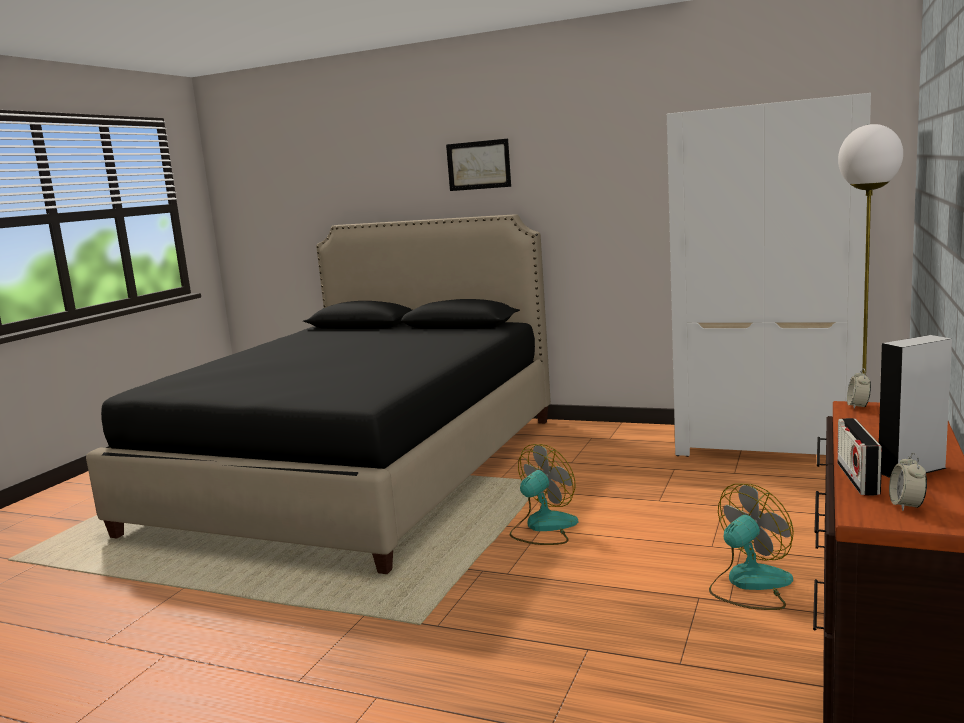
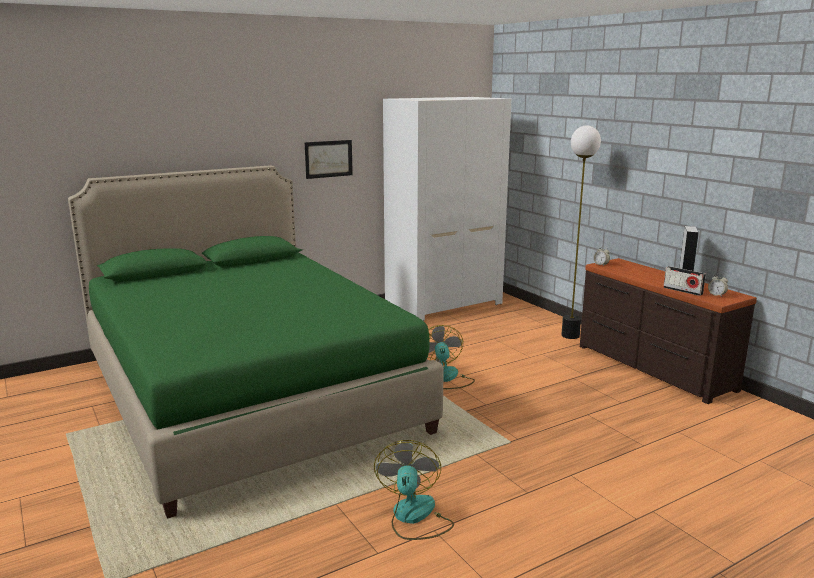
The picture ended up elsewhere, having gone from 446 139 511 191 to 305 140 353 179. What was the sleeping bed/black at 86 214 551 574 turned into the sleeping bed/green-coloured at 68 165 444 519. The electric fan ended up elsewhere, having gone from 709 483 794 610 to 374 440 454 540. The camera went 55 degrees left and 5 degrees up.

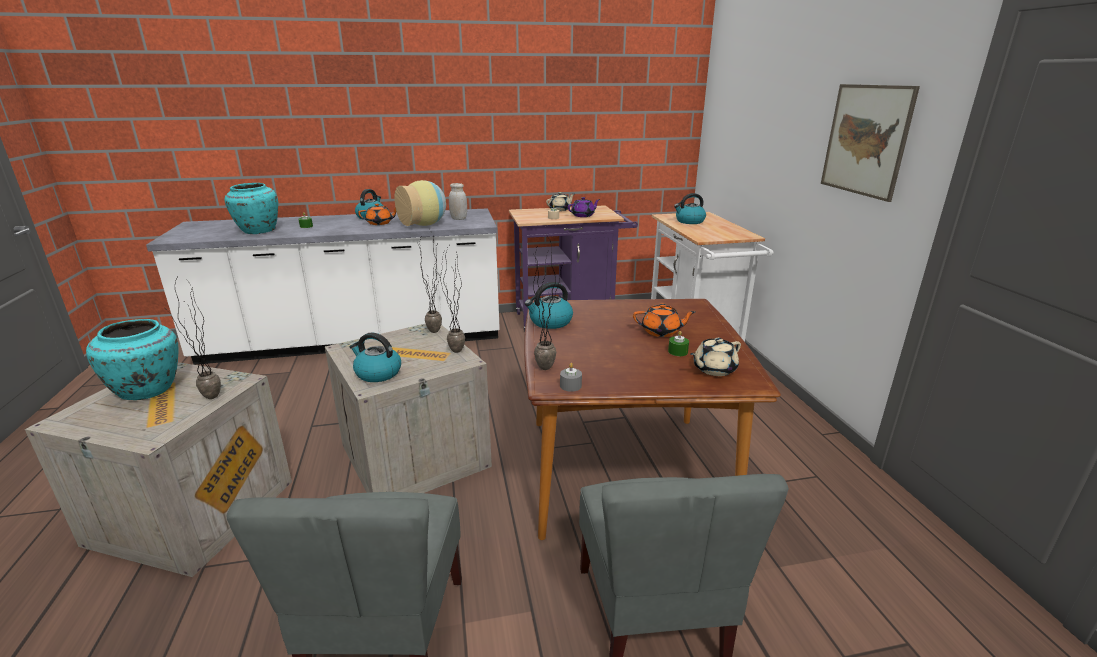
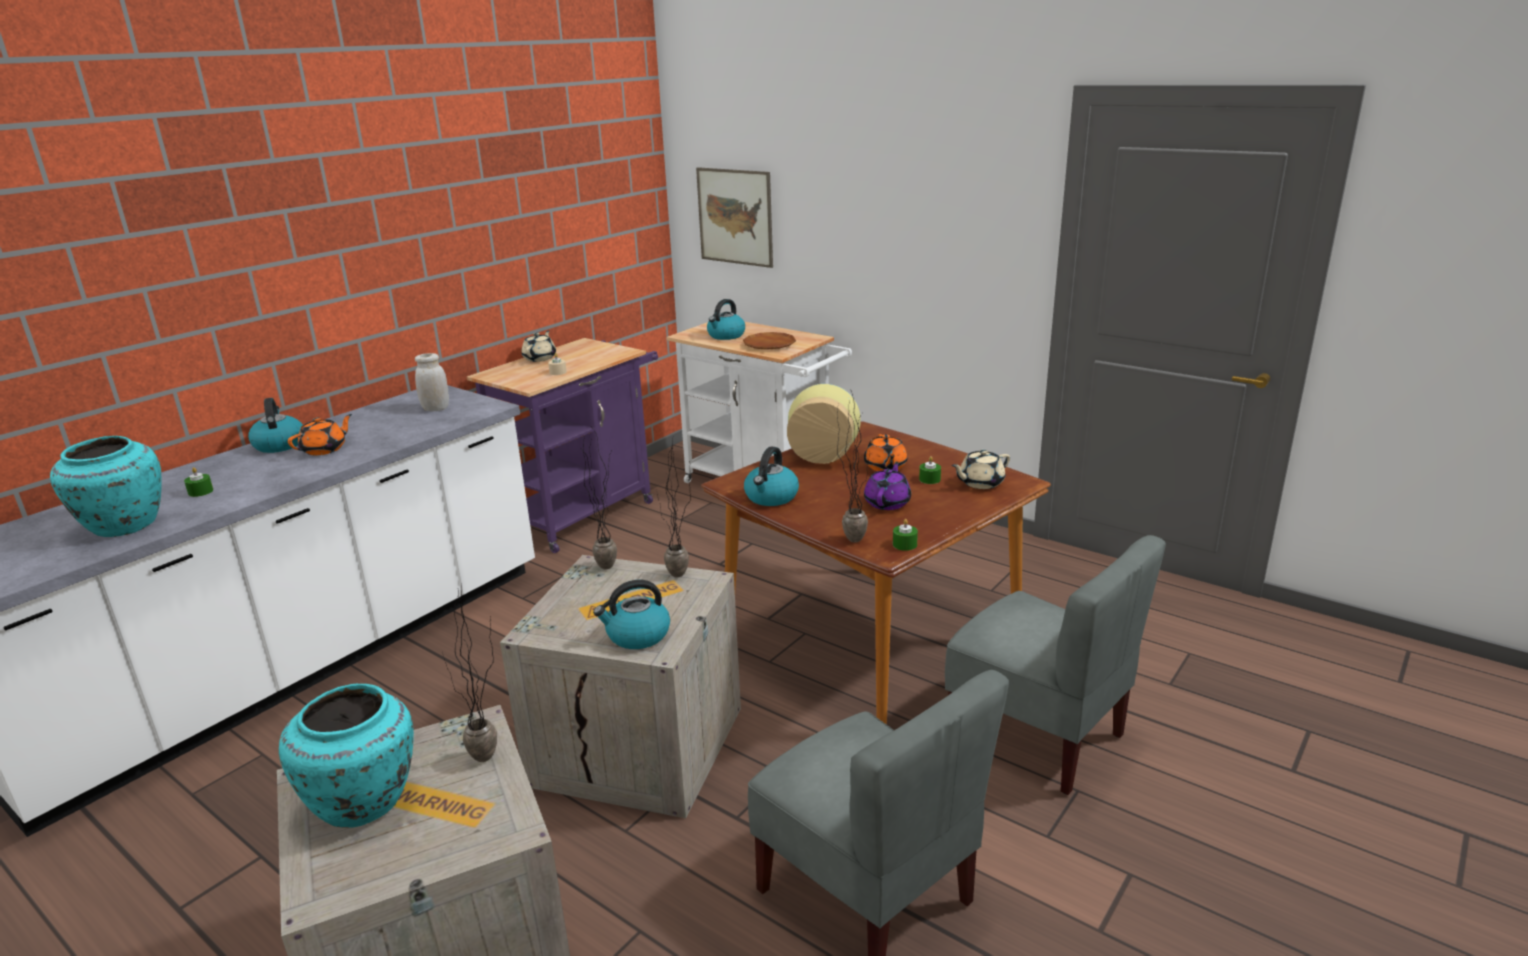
The picture ended up elsewhere, having gone from 821 84 920 202 to 696 167 773 268. The flower vase ended up elsewhere, having gone from 394 180 446 226 to 787 384 861 464. The pot for tea/purple-coloured ended up elsewhere, having gone from 568 197 600 217 to 864 462 911 510. The pot for tea/orange-coloured at 633 304 695 337 ended up facing another way, 120 degrees clockwise from before. The pot for tea/beige-coloured at 691 338 741 376 ended up facing another way, 45 degrees clockwise from before. What was the wax candle/grey at 560 363 582 392 turned into the wax candle/green-coloured at 893 519 918 551. The second view gained the flat dish/brown at 743 332 796 350. The camera went 40 degrees left and 0 degrees up.

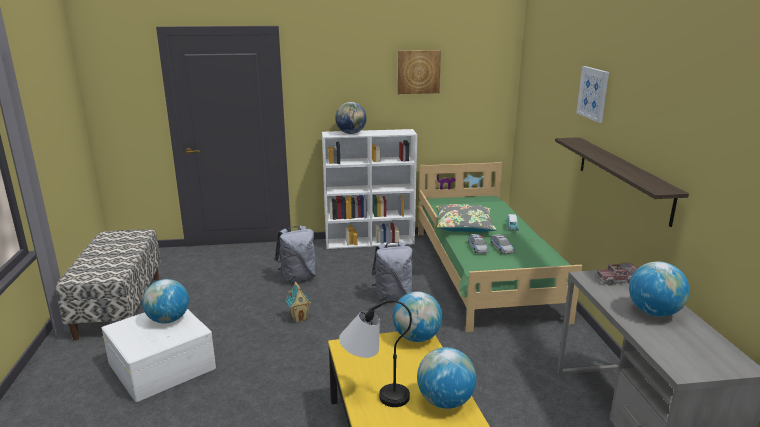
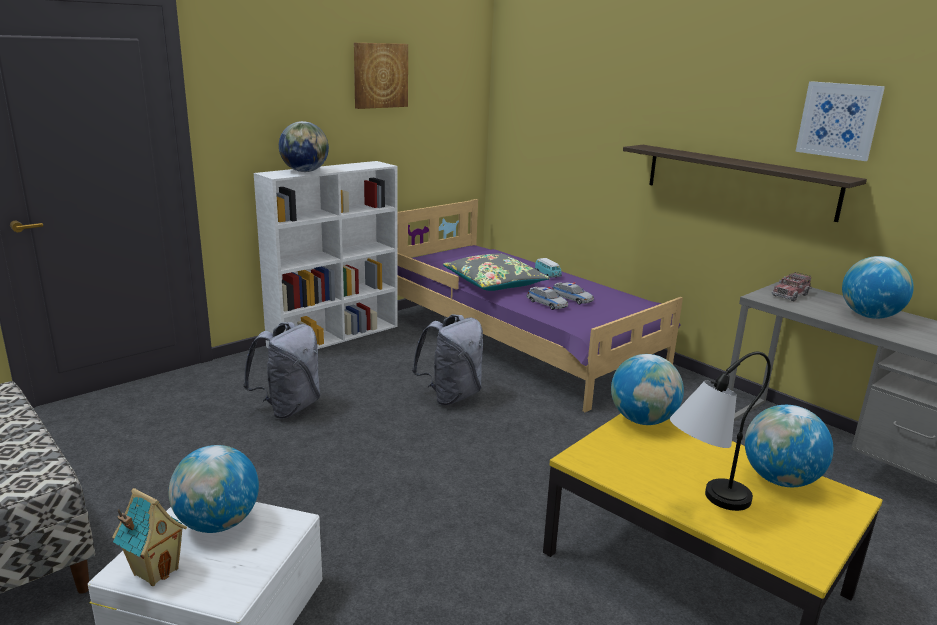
The picture ended up elsewhere, having gone from 576 66 609 123 to 795 81 885 161. What was the sleeping bed/green-coloured at 418 162 582 332 turned into the sleeping bed/purple-coloured at 397 199 683 412. The toy house ended up elsewhere, having gone from 286 282 312 322 to 112 488 187 586. The camera went 35 degrees left and 0 degrees up.

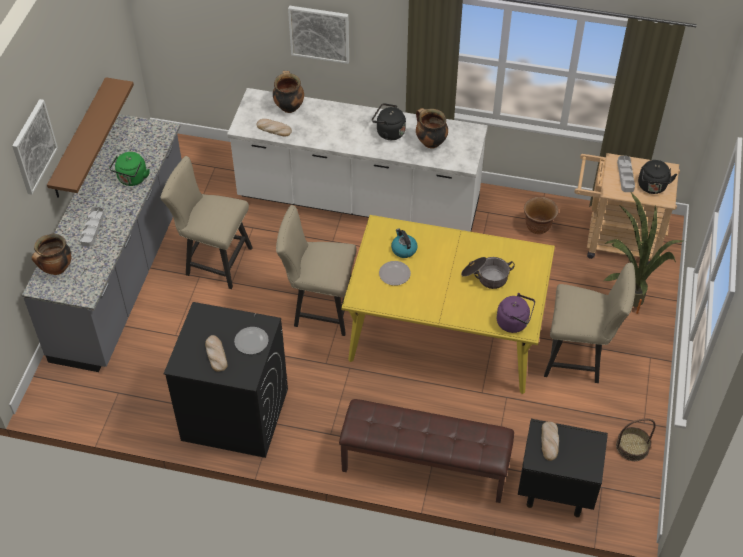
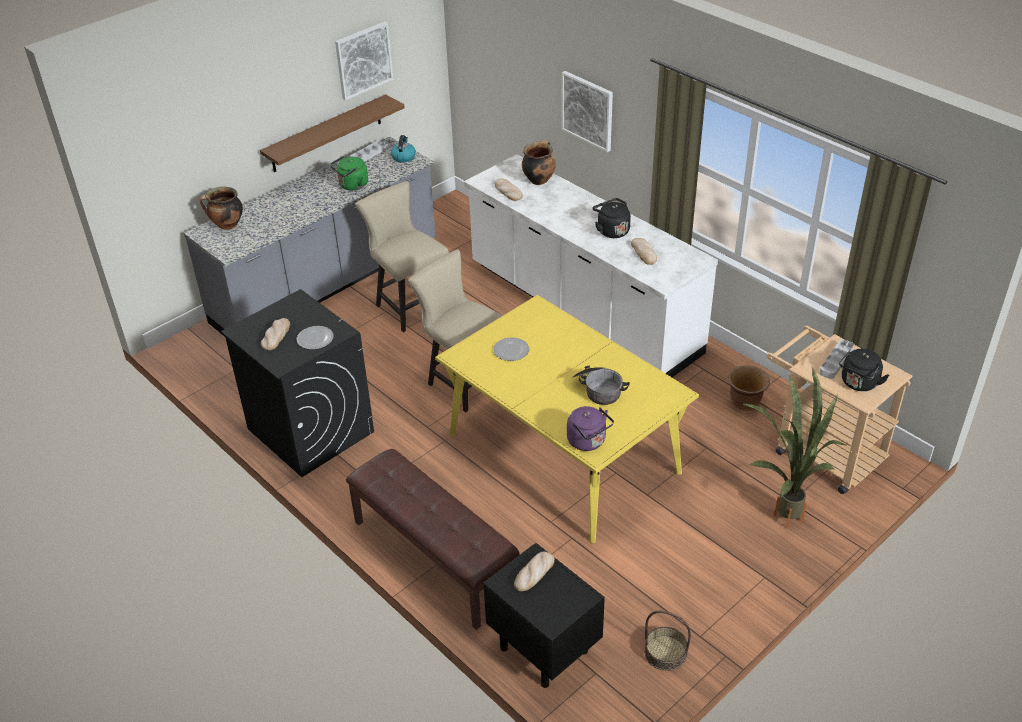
The picture ended up elsewhere, having gone from 12 99 58 194 to 335 21 393 100. Where the stockpot stood at 416 108 448 149, the bread came to stand at 631 238 657 265. The carrying tray/grey ended up elsewhere, having gone from 80 207 105 247 to 350 140 388 162. The kettle ended up elsewhere, having gone from 391 228 418 258 to 391 135 416 163. The second view lost the plain chair/beige-coloured at 544 263 636 383. The camera went 35 degrees right and 10 degrees down.

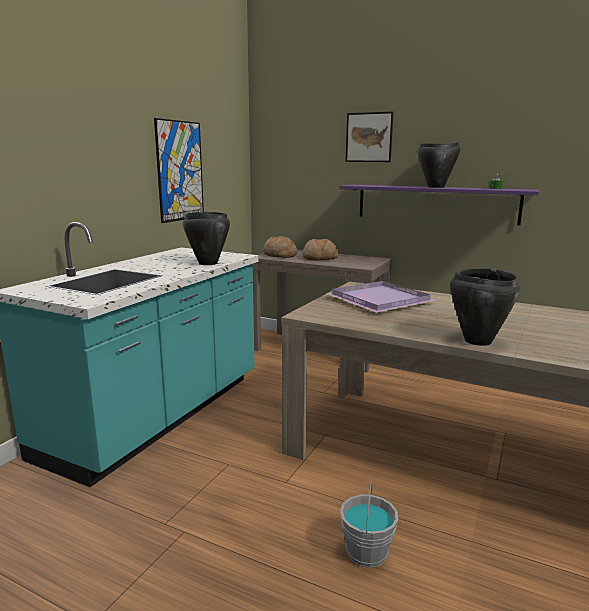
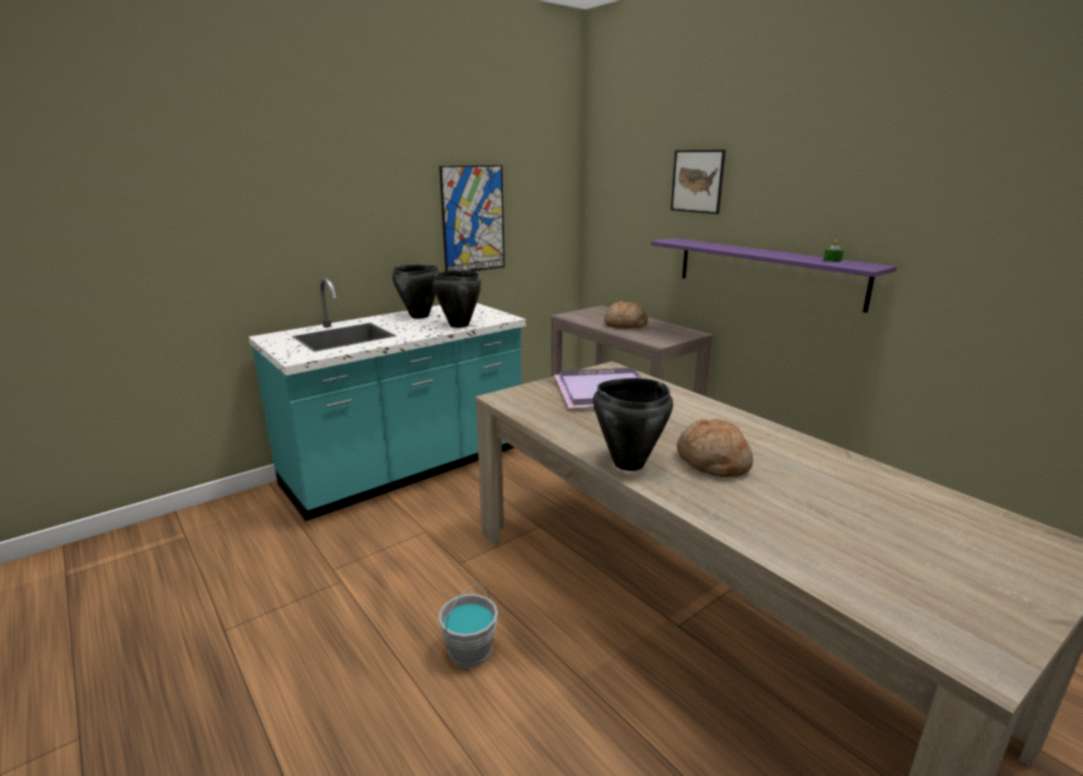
The stockpot/black ended up elsewhere, having gone from 418 142 460 188 to 392 265 440 319. The bread ended up elsewhere, having gone from 263 236 297 258 to 677 419 753 477. The camera went 25 degrees right and 5 degrees up.

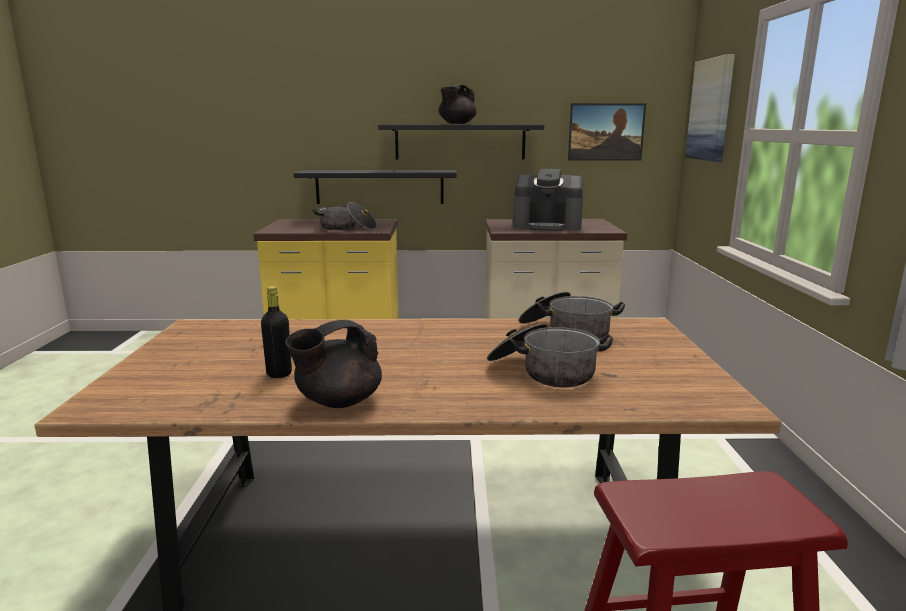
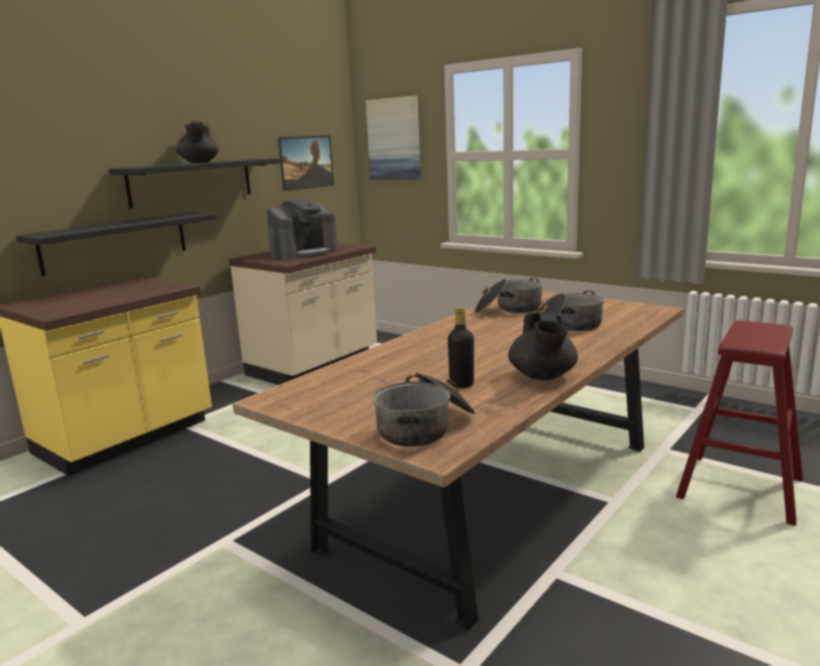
The stockpot ended up elsewhere, having gone from 313 202 377 231 to 373 373 475 447. The camera went 50 degrees left and 0 degrees up.

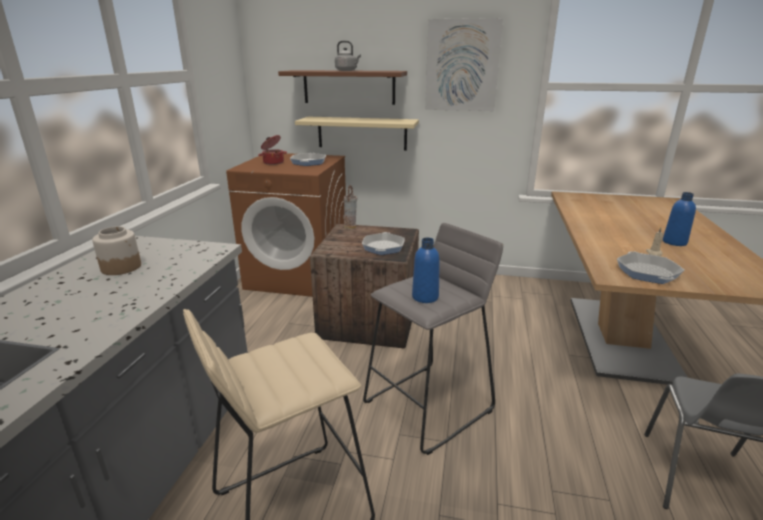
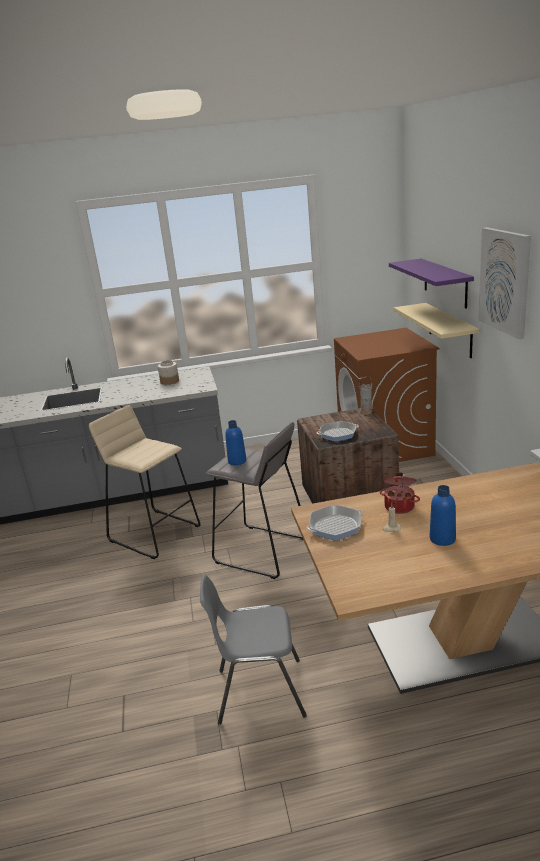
The second view lost the kettle/grey at 335 41 361 71. What was the shelf/brown at 278 70 407 105 turned into the shelf/purple-coloured at 389 259 474 308. The stockpot ended up elsewhere, having gone from 258 135 287 165 to 380 472 420 514. The second view lost the skillet at 290 153 326 166. The camera went 70 degrees right and 0 degrees up.

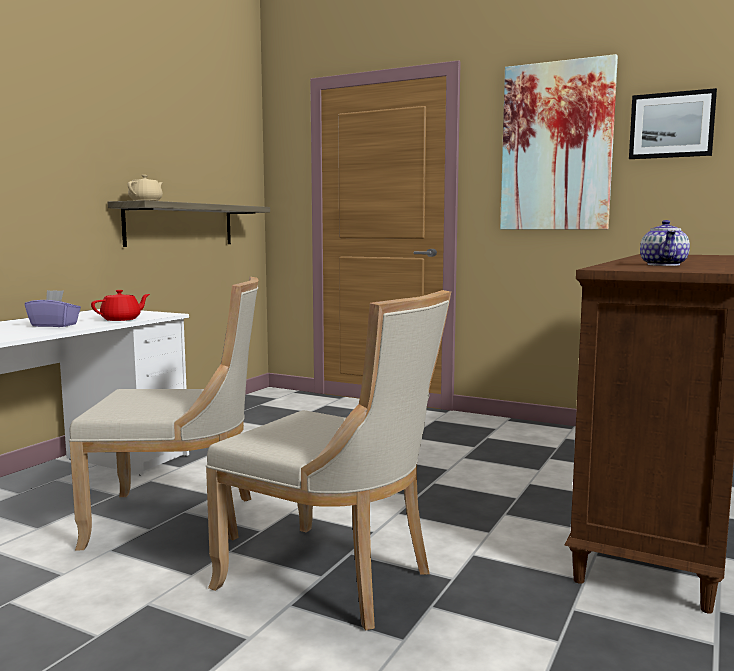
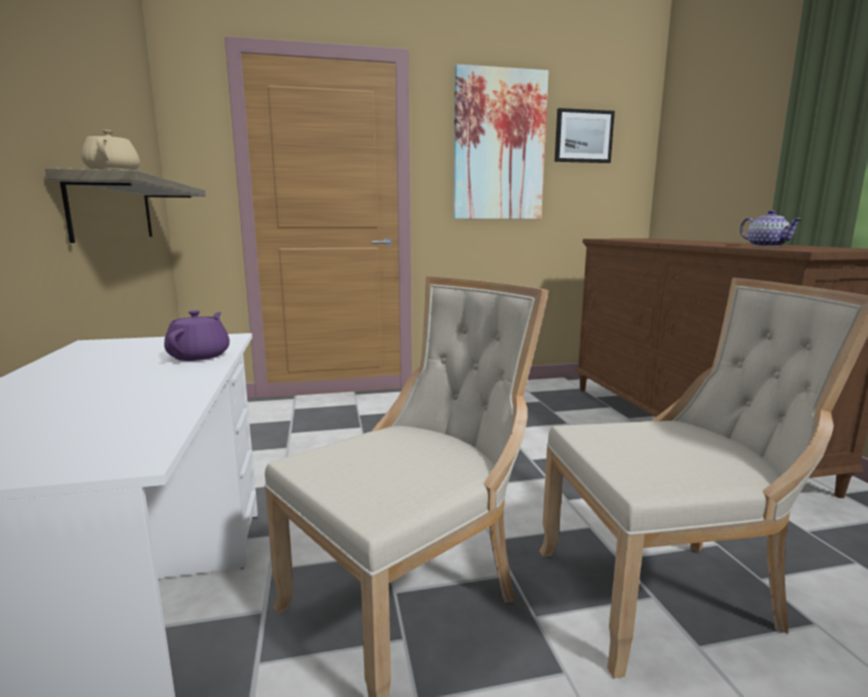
The second view lost the tissue box/purple-coloured at 25 290 81 327. What was the pot for tea/reddish at 91 290 150 321 turned into the pot for tea/purple-coloured at 164 310 230 361. The camera went 40 degrees left and 5 degrees up.

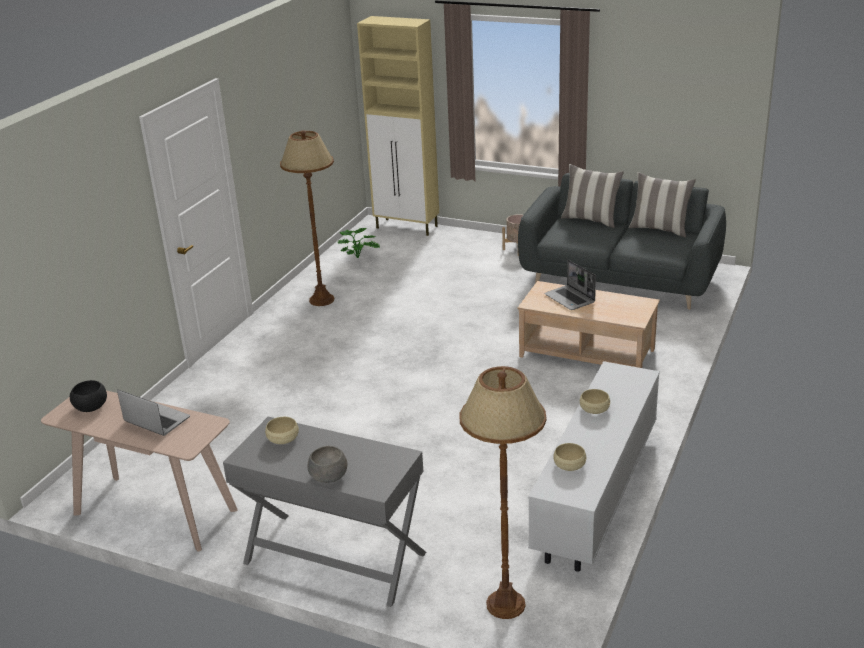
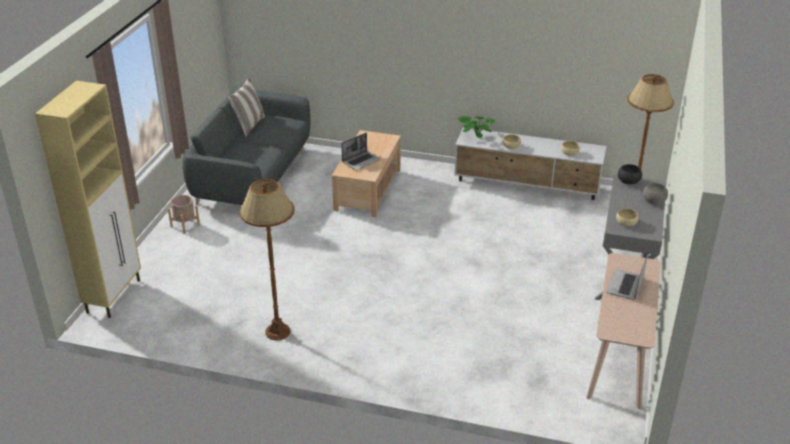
The second view lost the cushion at 561 164 624 228. The potted plant ended up elsewhere, having gone from 338 228 380 258 to 459 115 495 138. The bowl/black ended up elsewhere, having gone from 70 380 107 412 to 618 164 642 184. The camera went 100 degrees left and 5 degrees up.

